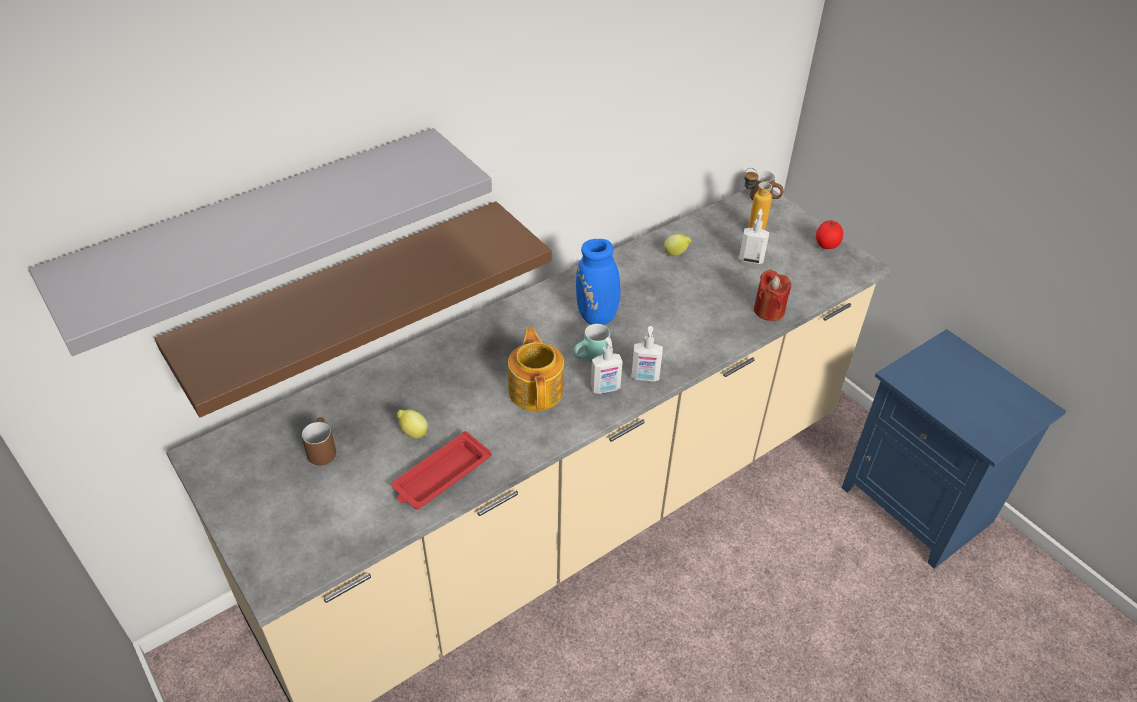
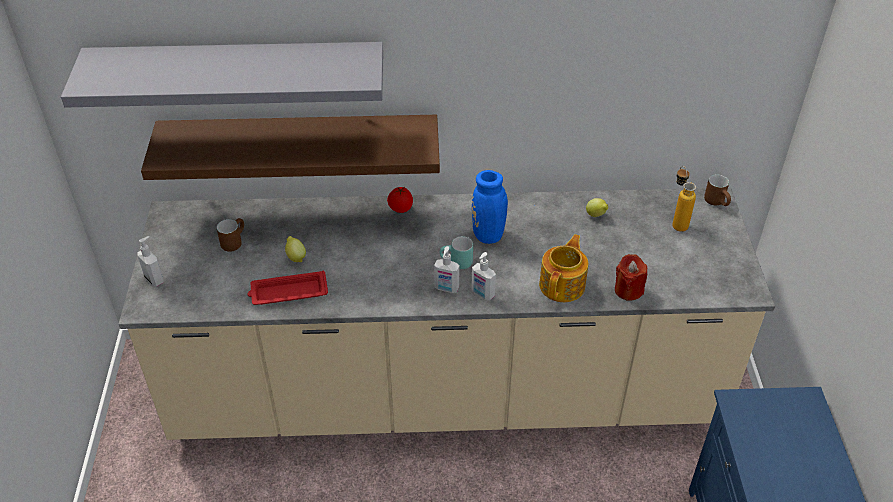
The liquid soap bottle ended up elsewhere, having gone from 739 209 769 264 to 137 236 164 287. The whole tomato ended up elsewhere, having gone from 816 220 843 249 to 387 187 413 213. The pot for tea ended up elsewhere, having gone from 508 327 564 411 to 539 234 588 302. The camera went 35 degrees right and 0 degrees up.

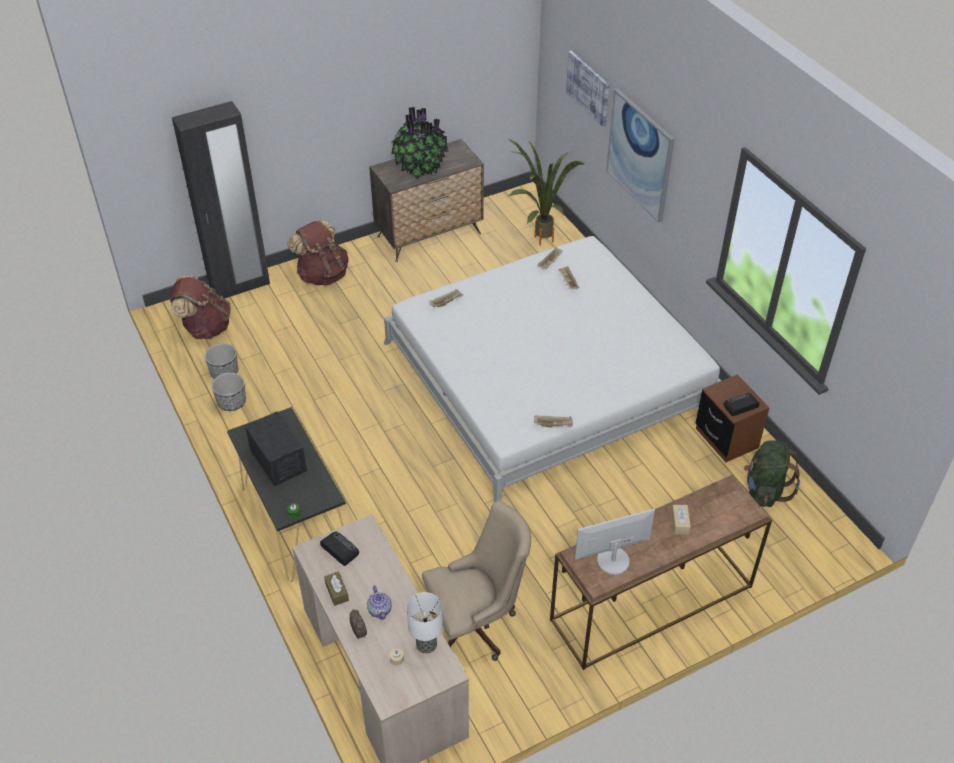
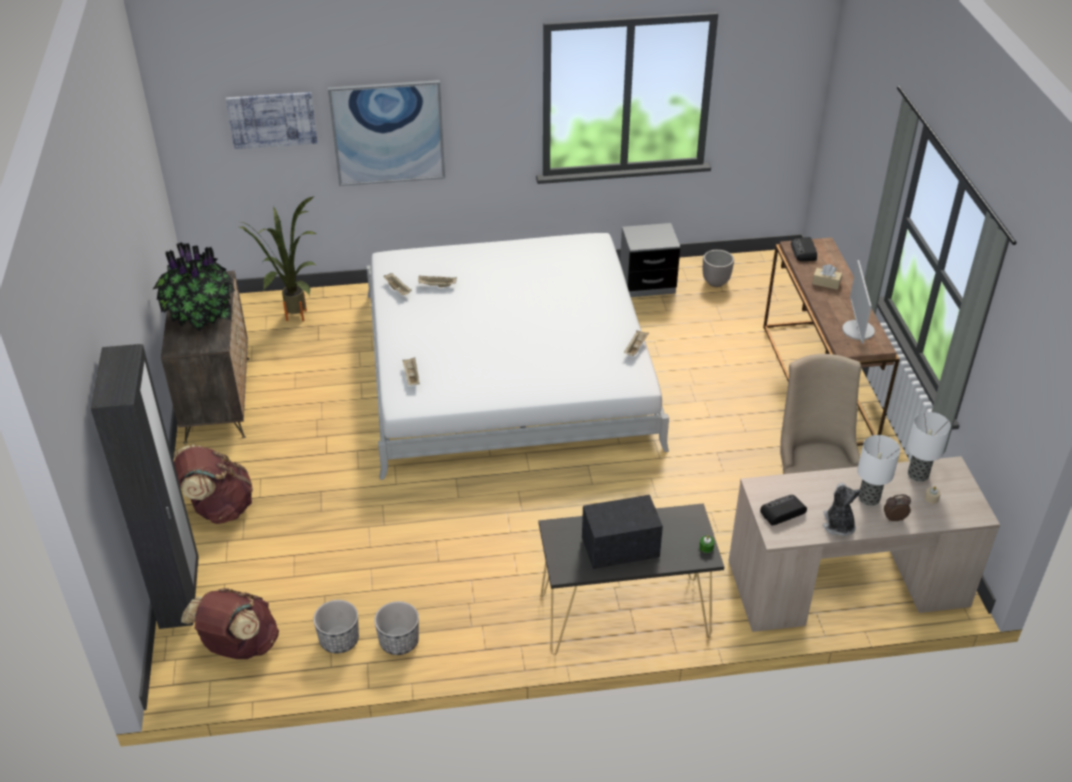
What was the bedside table/brown at 696 374 769 462 turned into the bedside table/grey at 620 223 680 297. The radio ended up elsewhere, having gone from 723 393 760 416 to 791 237 817 261. Where the knapsack/green-coloured stood at 744 440 800 507, the flower pot came to stand at 703 250 734 287. Where the tissue box/brown stood at 324 571 349 606, the plush toy came to stand at 823 482 861 536. Where the pot for tea stood at 367 586 392 620, the table lamp came to stand at 857 435 900 506. The camera went 70 degrees left and 5 degrees down.

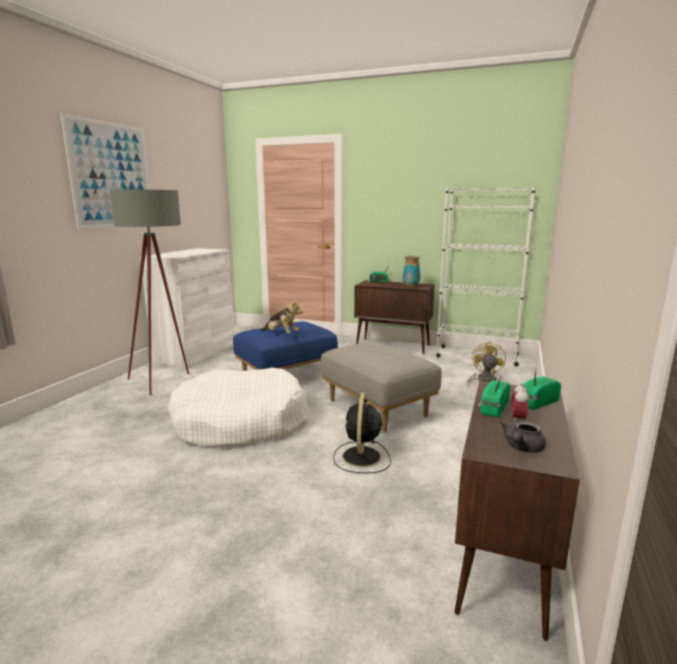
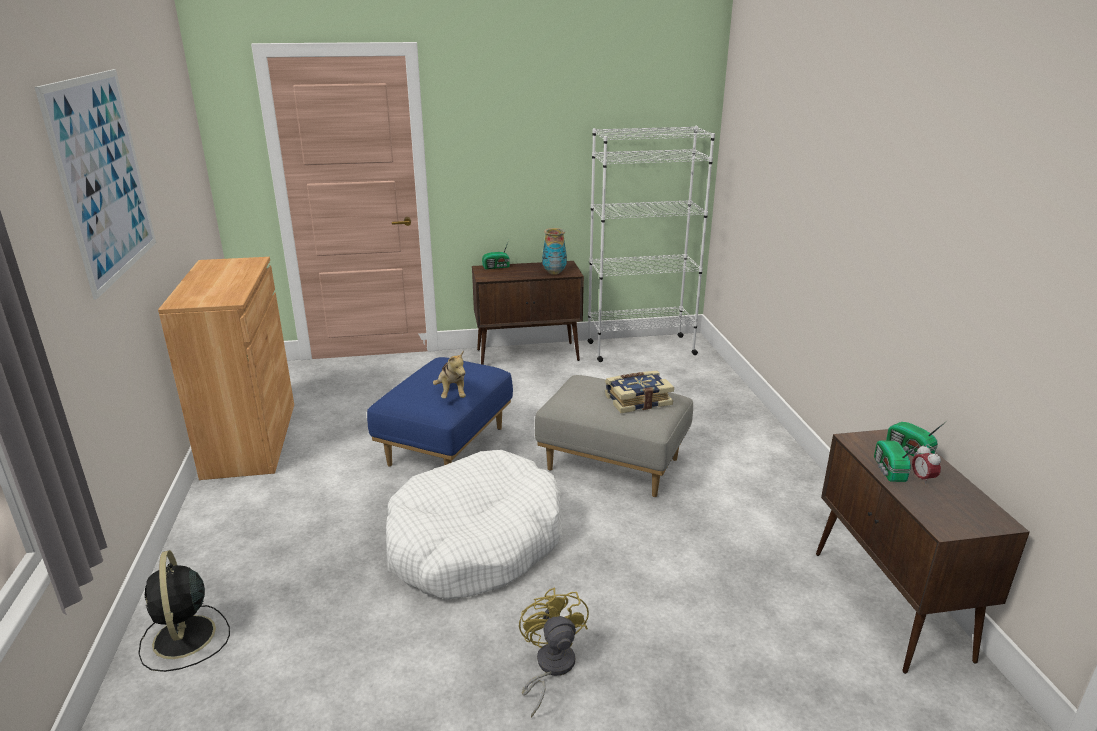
The second view lost the standing lamp/grey at 110 190 189 395. What was the cabinet/white-coloured at 140 248 235 368 turned into the cabinet/brown at 158 257 294 480. The plush toy at 260 298 303 333 ended up facing another way, 75 degrees clockwise from before. The electric fan/yellow-coloured ended up elsewhere, having gone from 467 341 506 387 to 519 587 589 718. The radio at 523 369 561 410 ended up facing another way, 60 degrees counterclockwise from before. The electric fan/black ended up elsewhere, having gone from 333 393 391 473 to 138 550 230 672. The second view lost the pot for tea/grey at 500 421 546 453. The second view gained the book at 605 370 674 413. The camera went 30 degrees left and 10 degrees up.

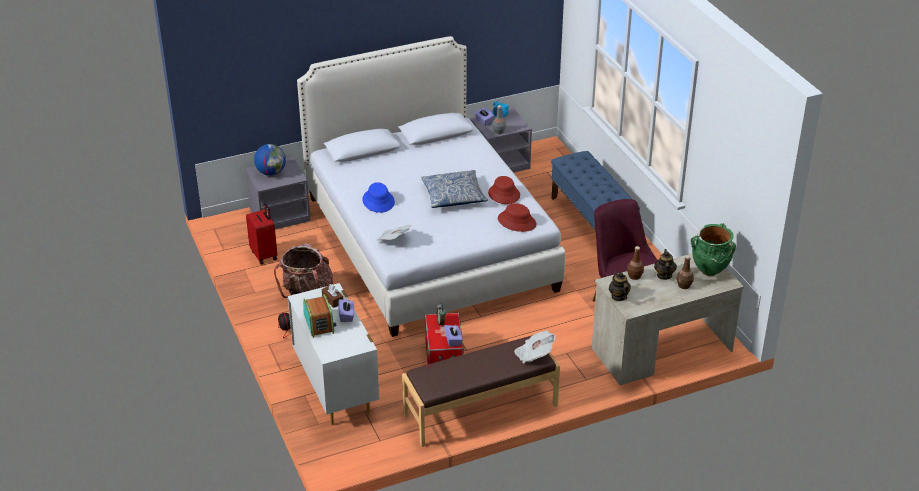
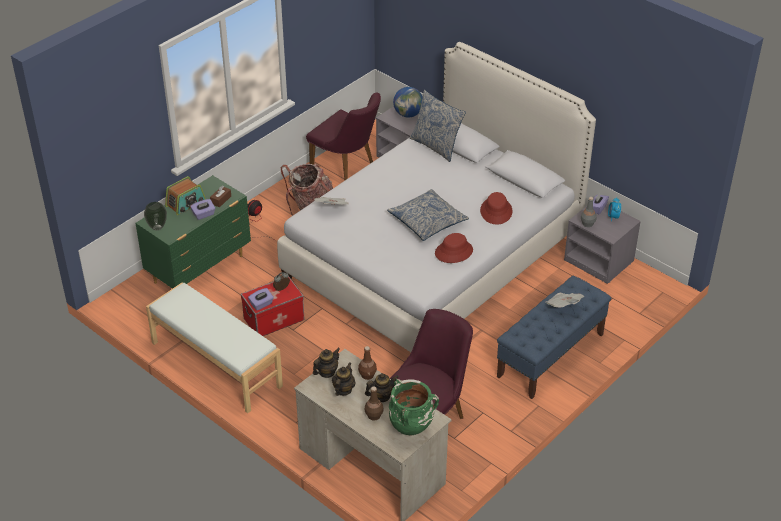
The second view lost the wearable hat/blue at 362 182 395 213. Where the piece of luggage/reddish stood at 246 203 277 265, the plain chair/purple-coloured came to stand at 306 93 381 181. The wearable hat/reddish ended up elsewhere, having gone from 498 203 536 232 to 480 192 513 224. What was the chest of drawers/white-coloured at 288 283 380 425 turned into the chest of drawers/green-coloured at 135 175 251 289. The newspaper ended up elsewhere, having gone from 514 330 556 363 to 546 292 585 307. What was the long seat/brown at 402 336 560 447 turned into the long seat/white-coloured at 146 282 283 413. The second view gained the cushion at 410 90 466 162. The second view gained the flower vase at 144 202 167 230. The second view gained the pot for tea at 332 362 356 396. The camera went 65 degrees right and 5 degrees up.

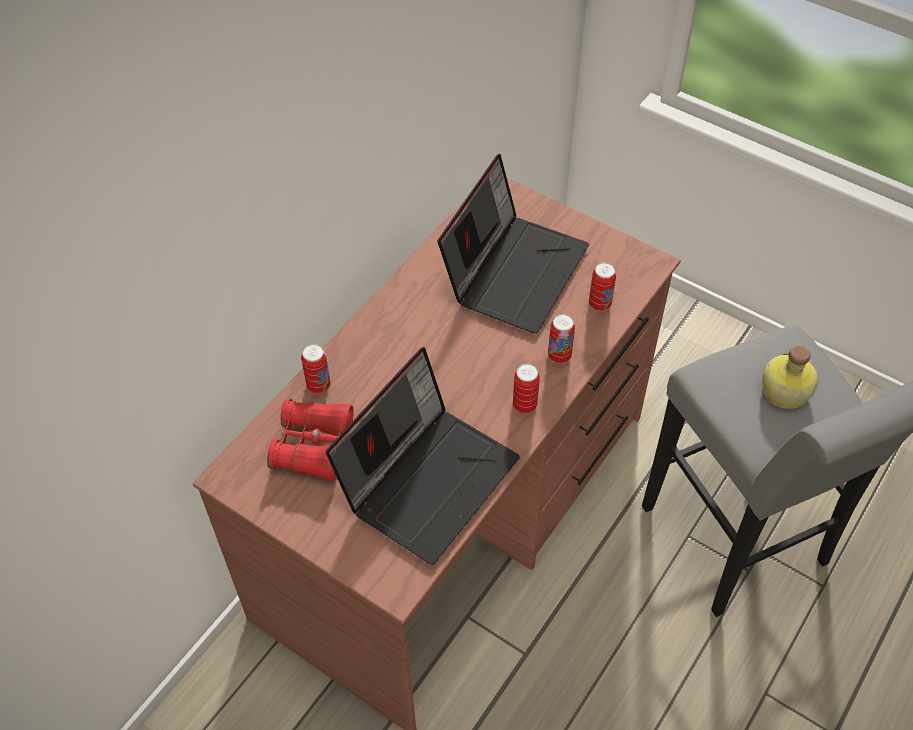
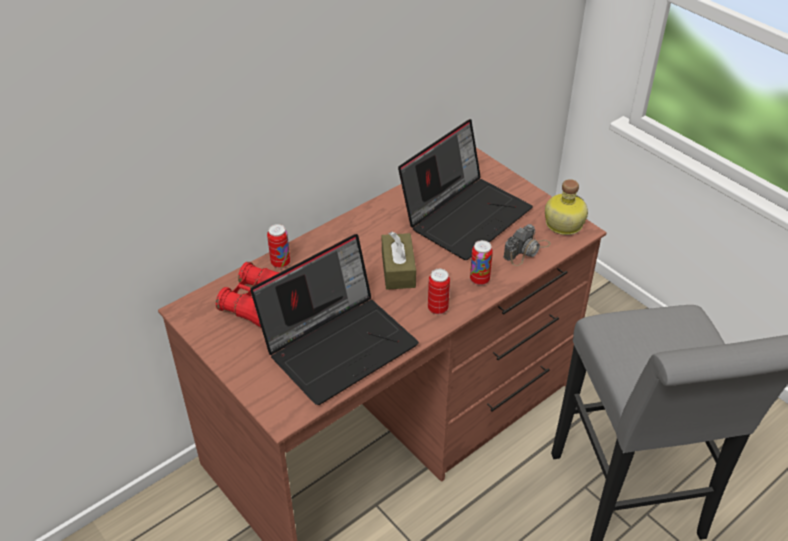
Where the sealed can stood at 589 262 616 311, the still camera came to stand at 504 224 551 266. The drink bottle ended up elsewhere, having gone from 762 345 818 409 to 545 179 588 235. The second view gained the tissue box/brown at 382 232 416 290. The camera went 15 degrees right and 10 degrees down.

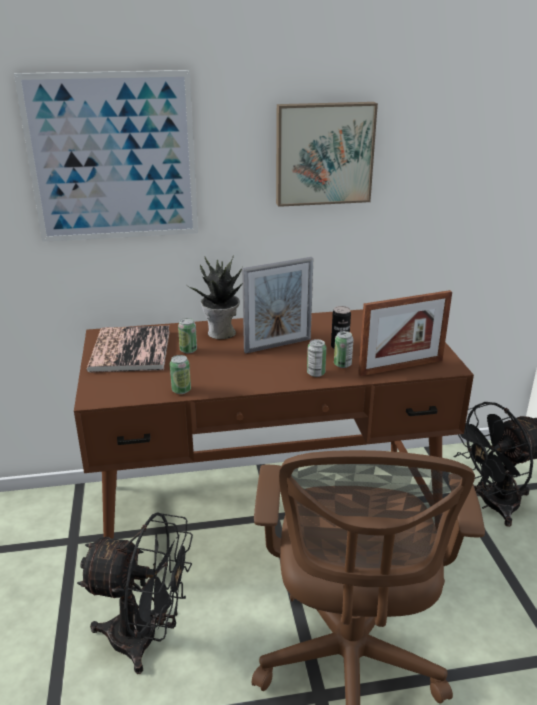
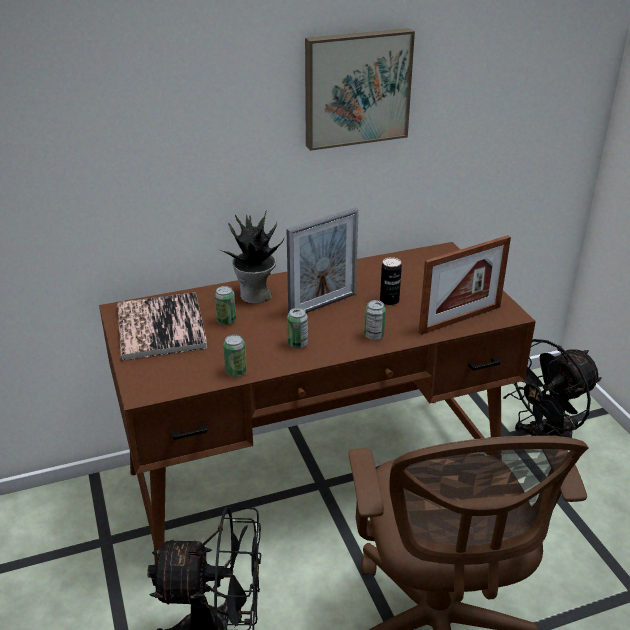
The second view lost the picture at 14 70 198 242. The sealed can ended up elsewhere, having gone from 334 331 353 368 to 287 308 308 349. The camera went 10 degrees left and 5 degrees up.

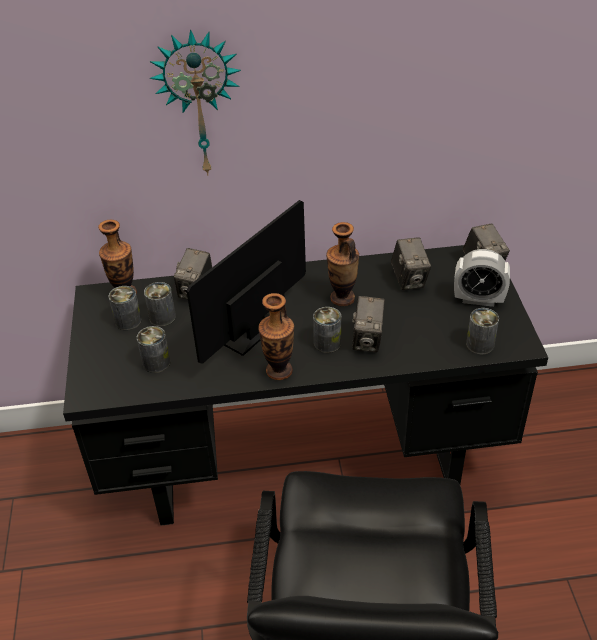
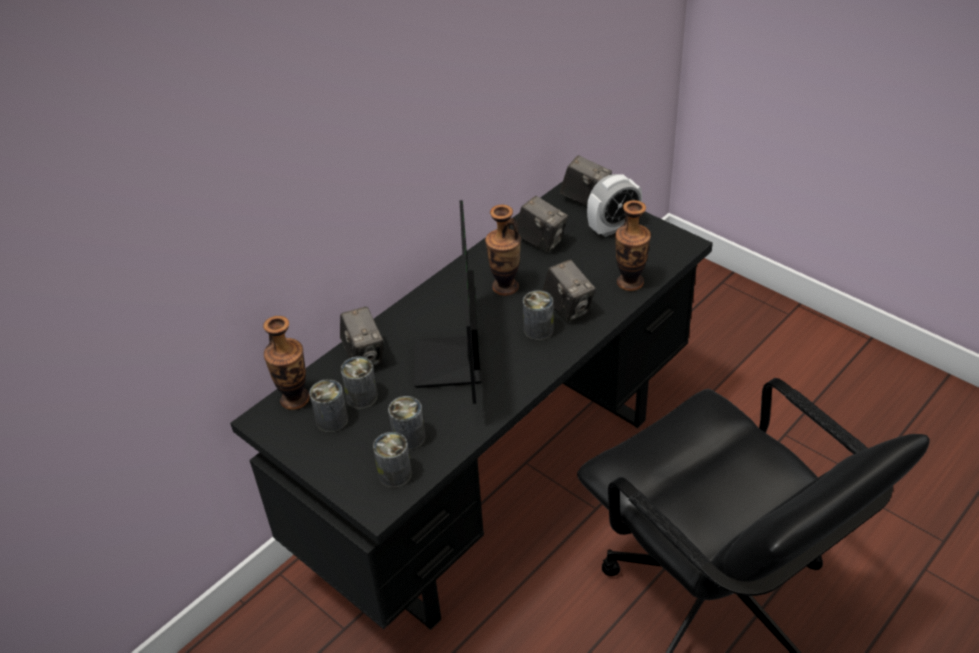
The second view lost the wall clock at 150 29 241 176. The flower vase ended up elsewhere, having gone from 258 293 294 380 to 615 200 651 291. The sealed can ended up elsewhere, having gone from 466 308 499 354 to 373 432 412 488. The camera went 40 degrees left and 0 degrees up.

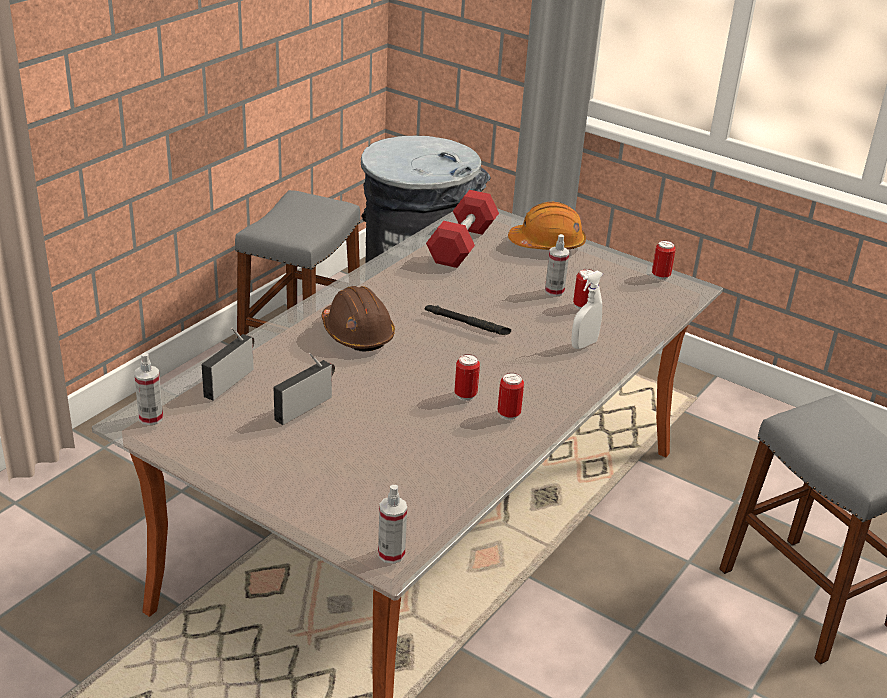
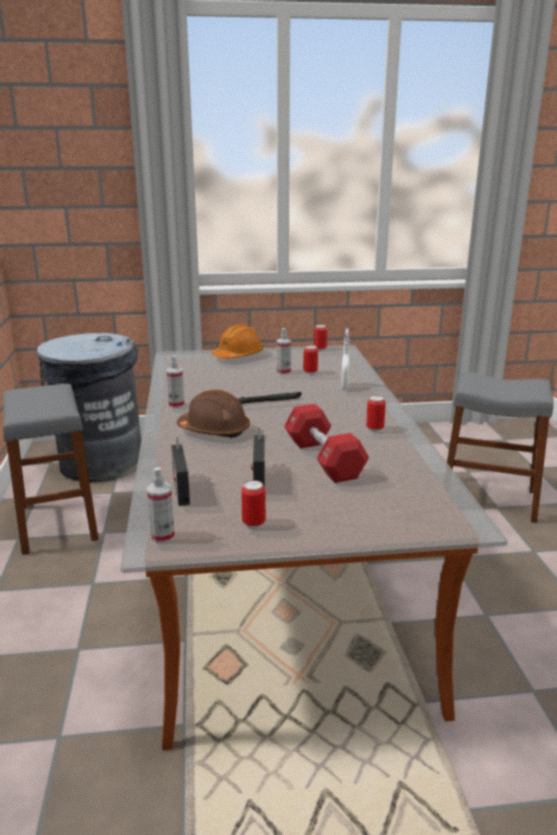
The free weight/reddish ended up elsewhere, having gone from 426 190 499 268 to 284 404 369 483. The sealed can ended up elsewhere, having gone from 455 354 480 401 to 241 480 266 529. The spray bottle ended up elsewhere, having gone from 378 485 407 564 to 166 355 185 408. The camera went 40 degrees left and 10 degrees down.

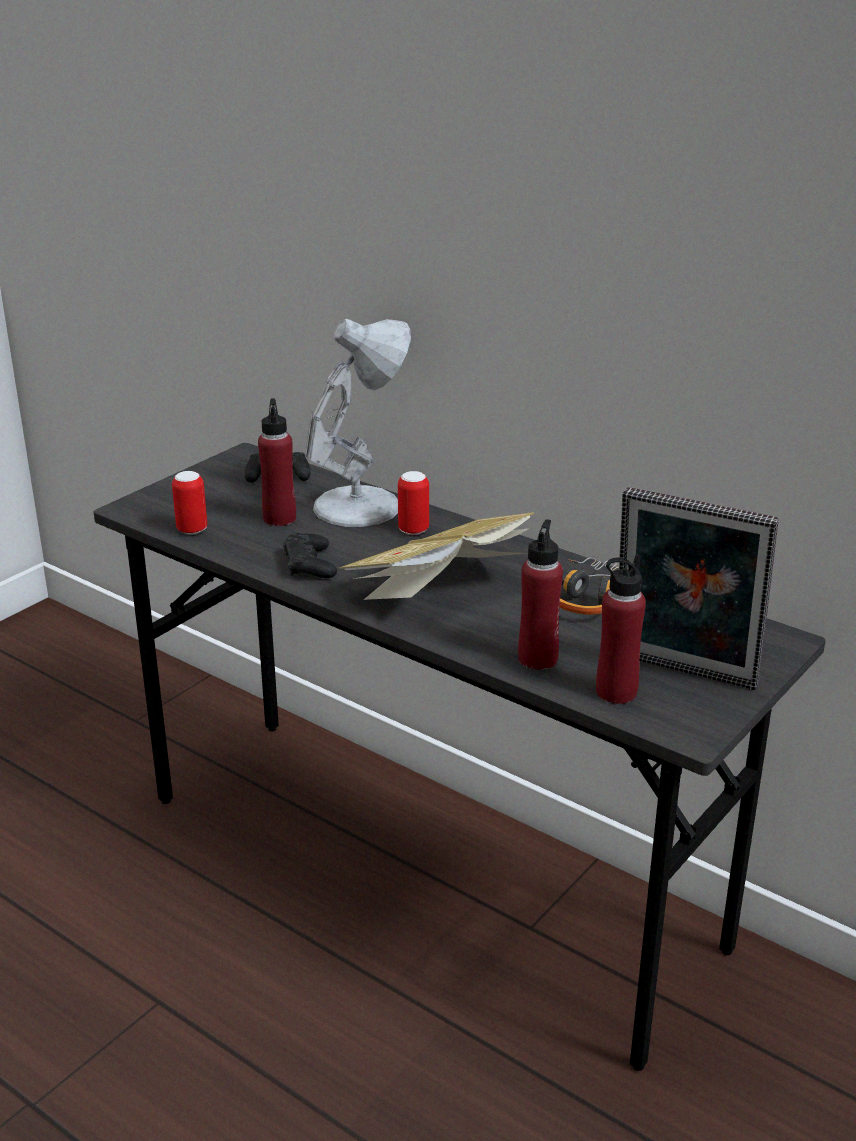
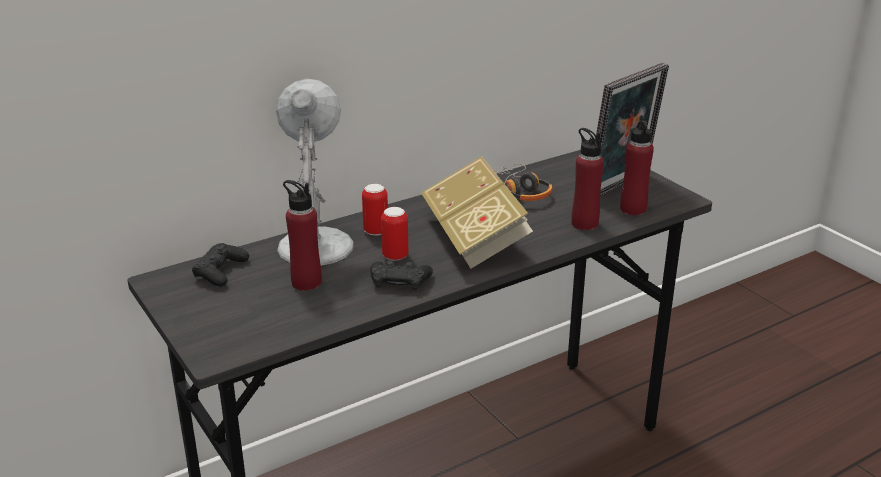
The sealed can ended up elsewhere, having gone from 172 471 207 535 to 381 207 408 261. The camera went 70 degrees left and 0 degrees up.

